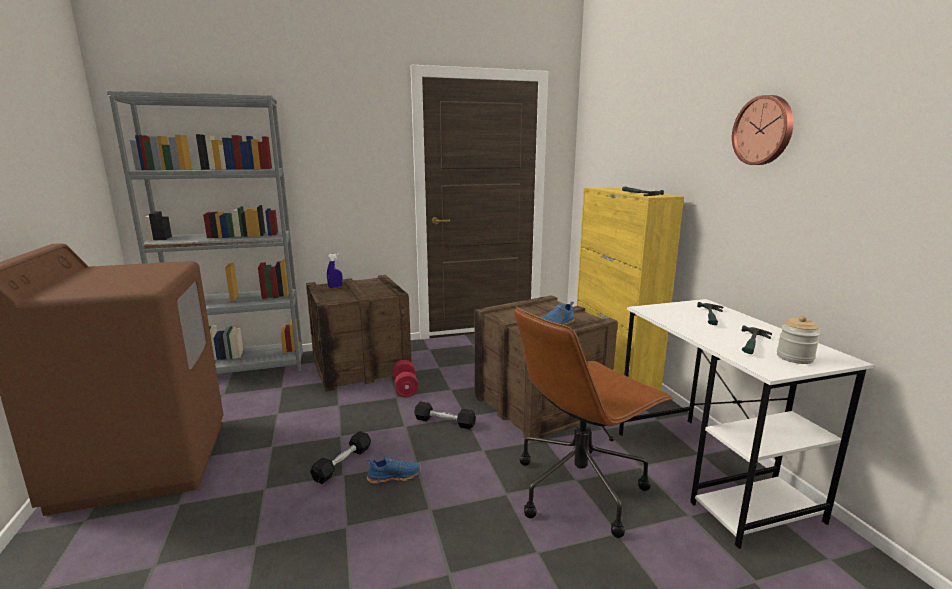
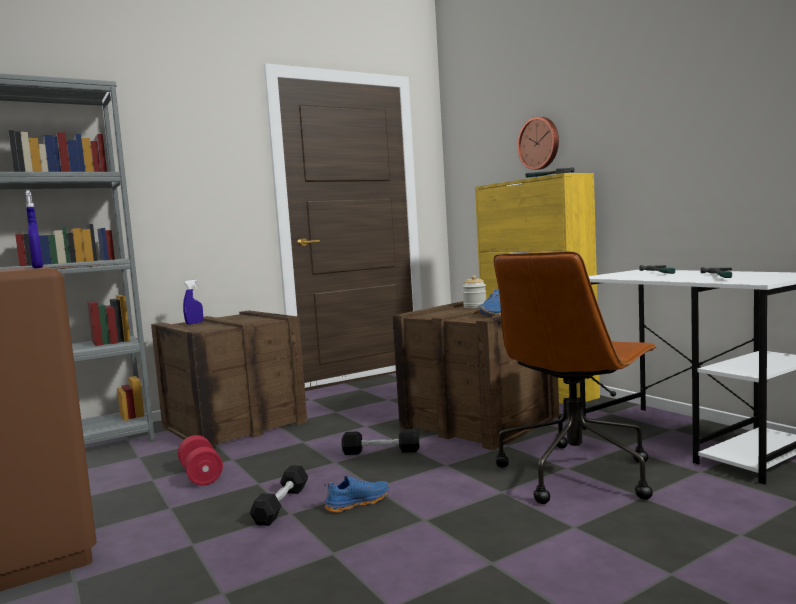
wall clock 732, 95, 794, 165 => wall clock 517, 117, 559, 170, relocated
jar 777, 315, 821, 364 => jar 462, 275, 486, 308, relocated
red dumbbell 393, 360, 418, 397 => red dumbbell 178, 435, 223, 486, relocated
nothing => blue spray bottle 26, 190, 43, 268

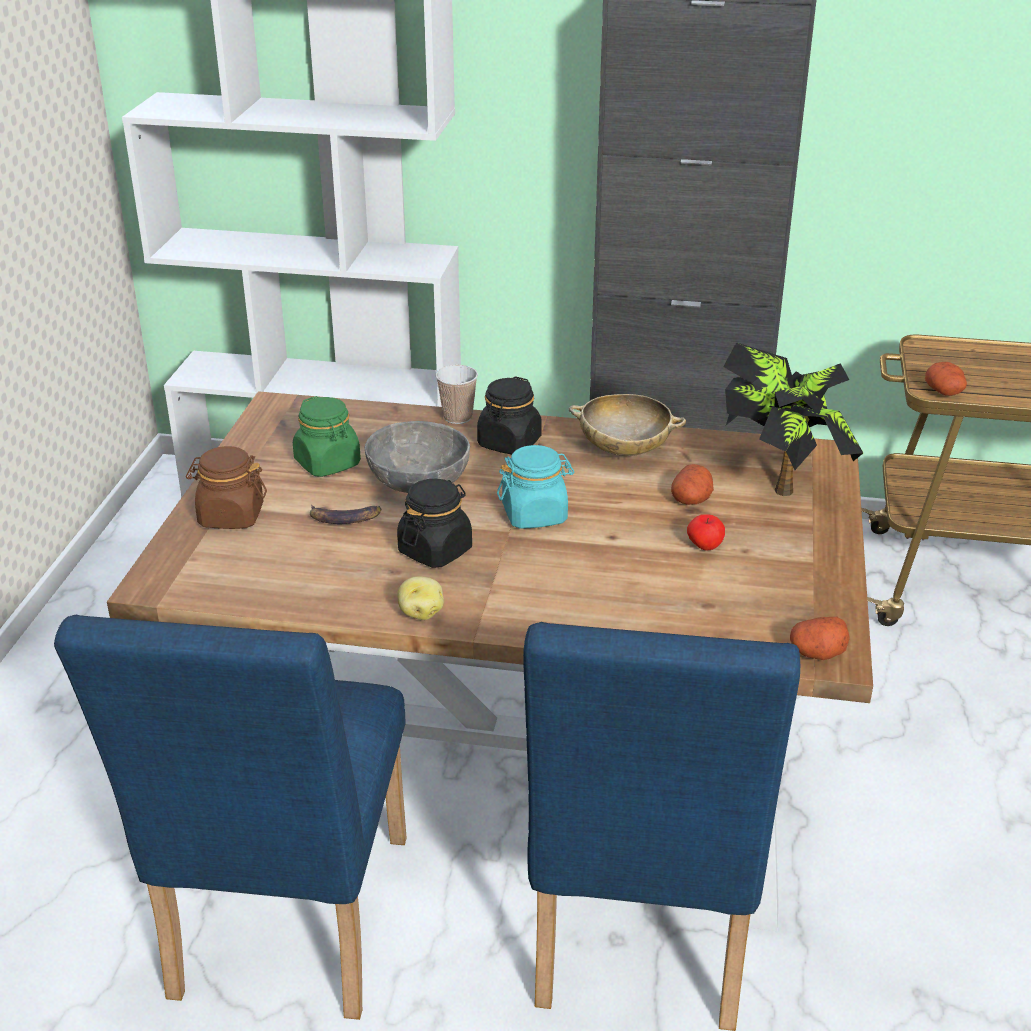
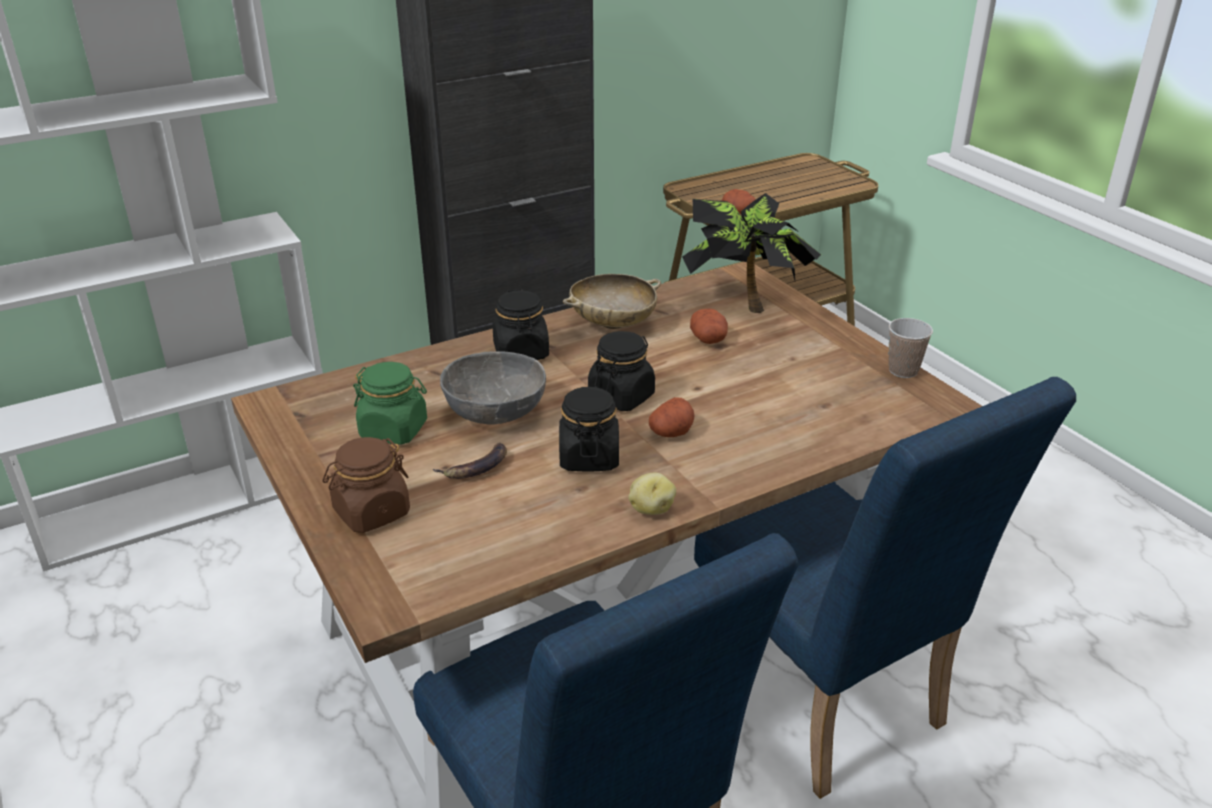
cup 436, 365, 478, 424 => cup 889, 318, 933, 378, relocated
turquoise jar 497, 445, 574, 529 => black jar 588, 331, 655, 411
apple 687, 514, 725, 551 => nothing
potato 790, 617, 850, 660 => potato 649, 397, 694, 437, relocated

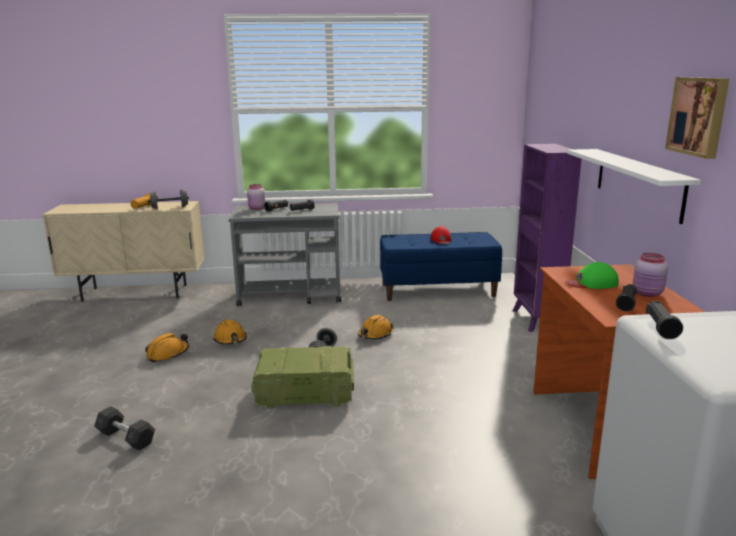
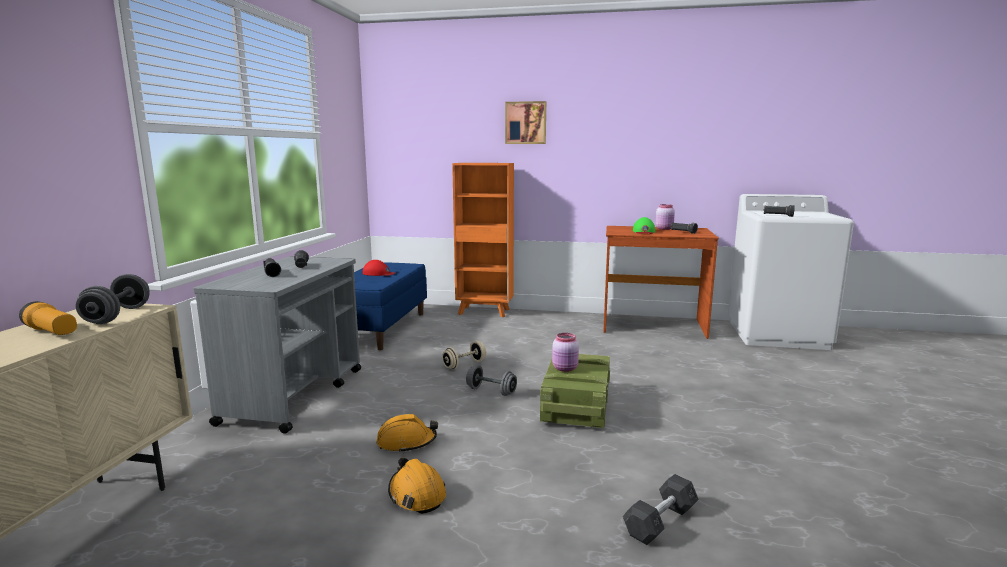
picture 665, 77, 729, 159 => picture 505, 101, 546, 144, relocated
purple bookcase 513, 144, 582, 332 => orange bookcase 452, 163, 514, 317
white shelf 567, 149, 701, 224 => nothing
pink jar 247, 184, 266, 210 => pink jar 552, 333, 579, 372, relocated
orange hard hat 358, 315, 394, 339 => beige dumbbell 442, 341, 486, 369

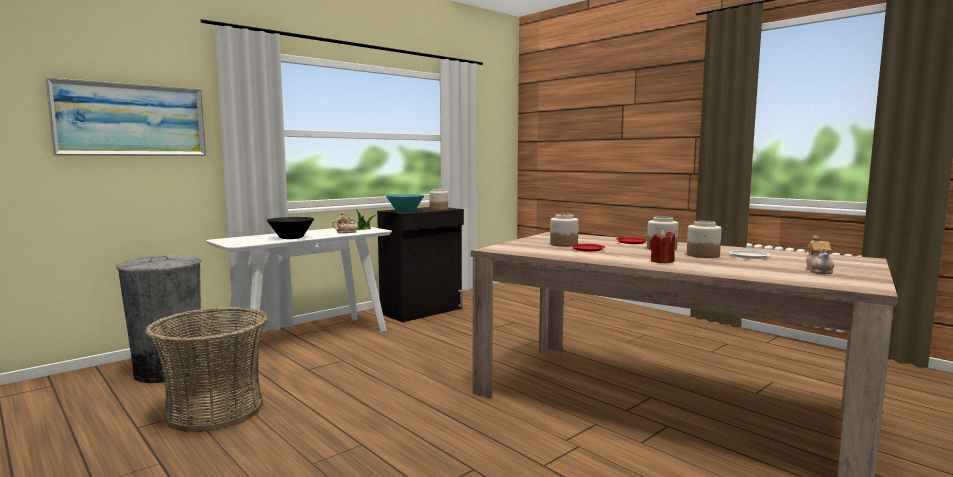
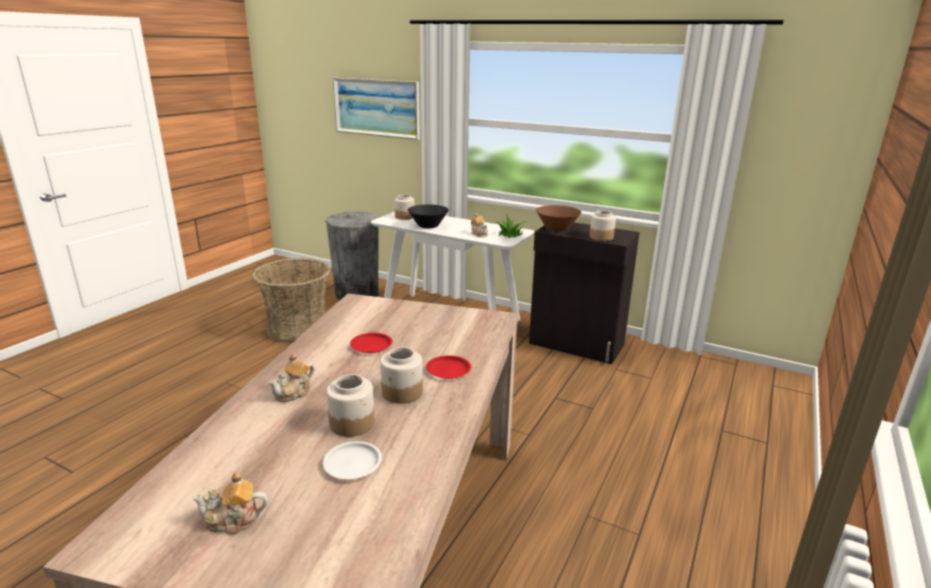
turquoise bowl 386, 194, 425, 212 => brown bowl 536, 205, 581, 232
jar 550, 214, 579, 247 => jar 394, 195, 414, 220, relocated
red candle 650, 230, 675, 263 => teapot 268, 354, 314, 402

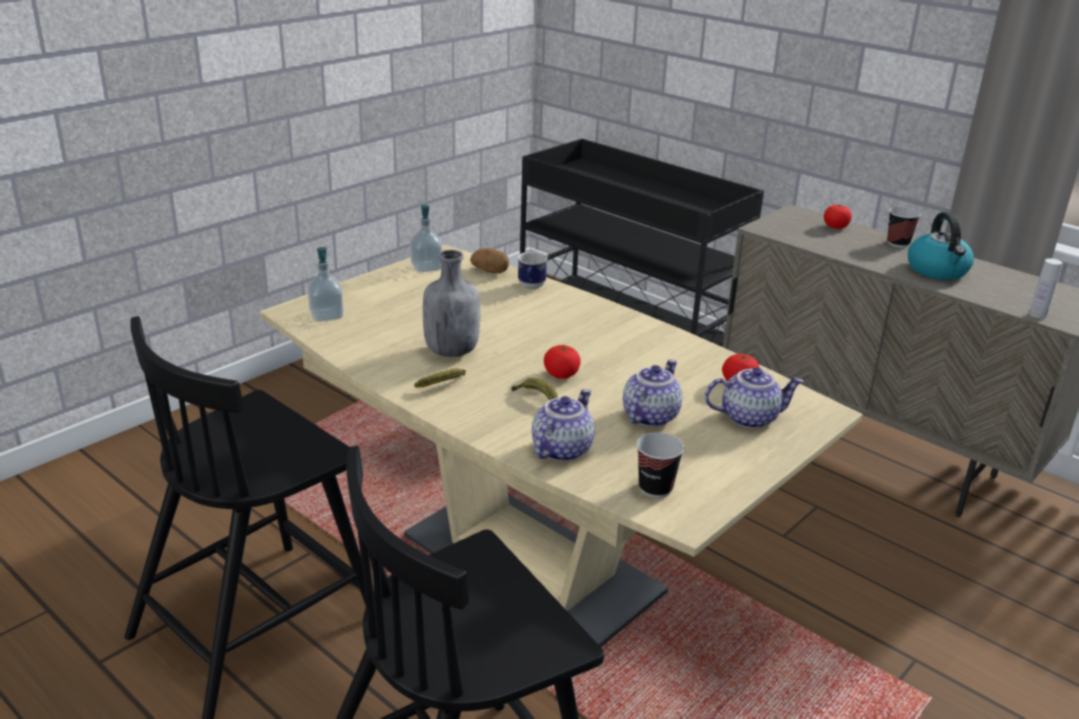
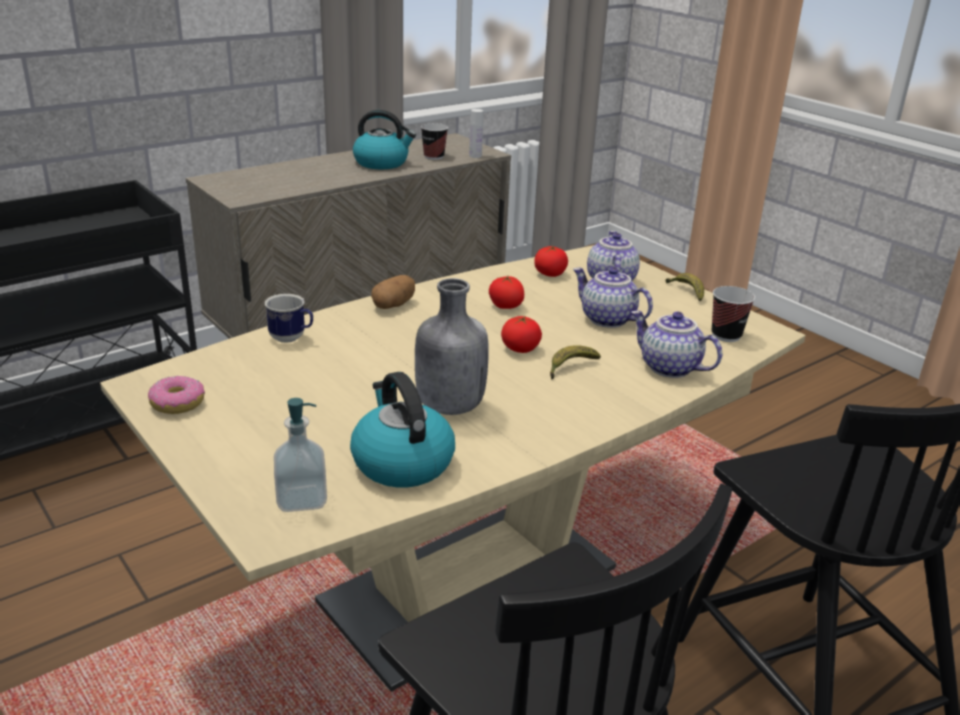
tomato 824, 204, 852, 229 => tomato 489, 276, 524, 309, relocated
soap dispenser 410, 205, 442, 273 => donut 148, 376, 205, 414
cup 887, 207, 921, 248 => cup 421, 123, 448, 160, relocated
potato 470, 248, 509, 273 => potato 371, 275, 415, 309, relocated
banana 414, 369, 466, 388 => banana 665, 273, 704, 301, relocated
nothing => kettle 350, 372, 455, 488

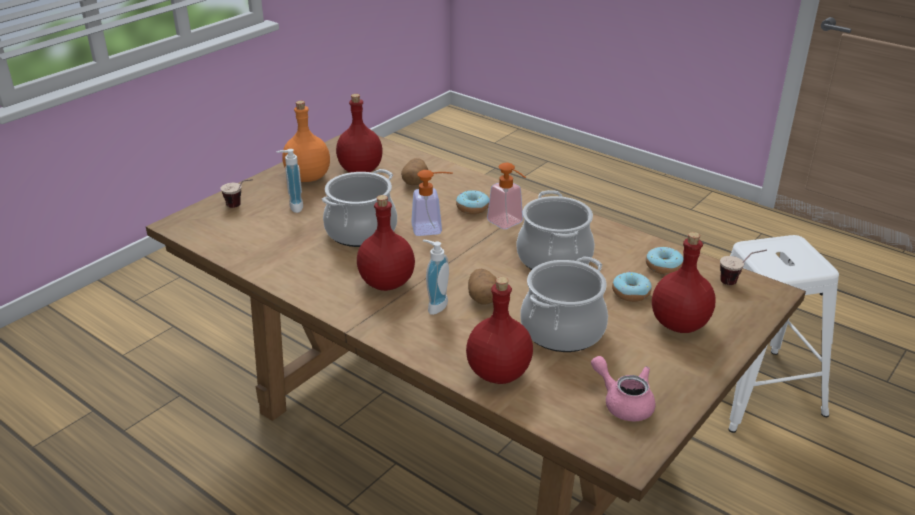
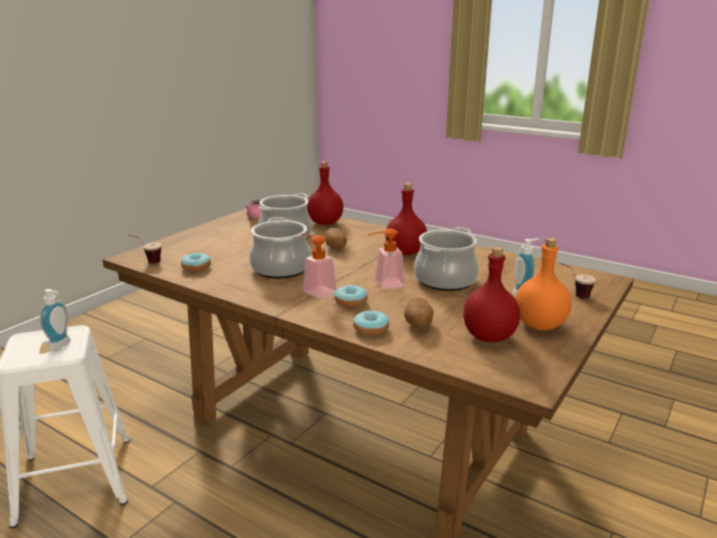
red bottle 652, 232, 716, 333 => nothing
soap dispenser 423, 240, 449, 315 => soap dispenser 40, 289, 71, 351, relocated
donut 612, 271, 652, 302 => donut 353, 311, 389, 336, relocated

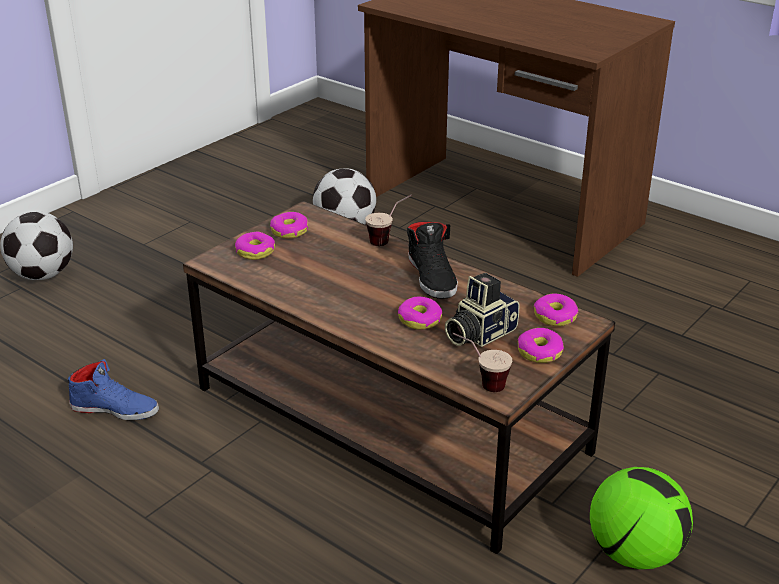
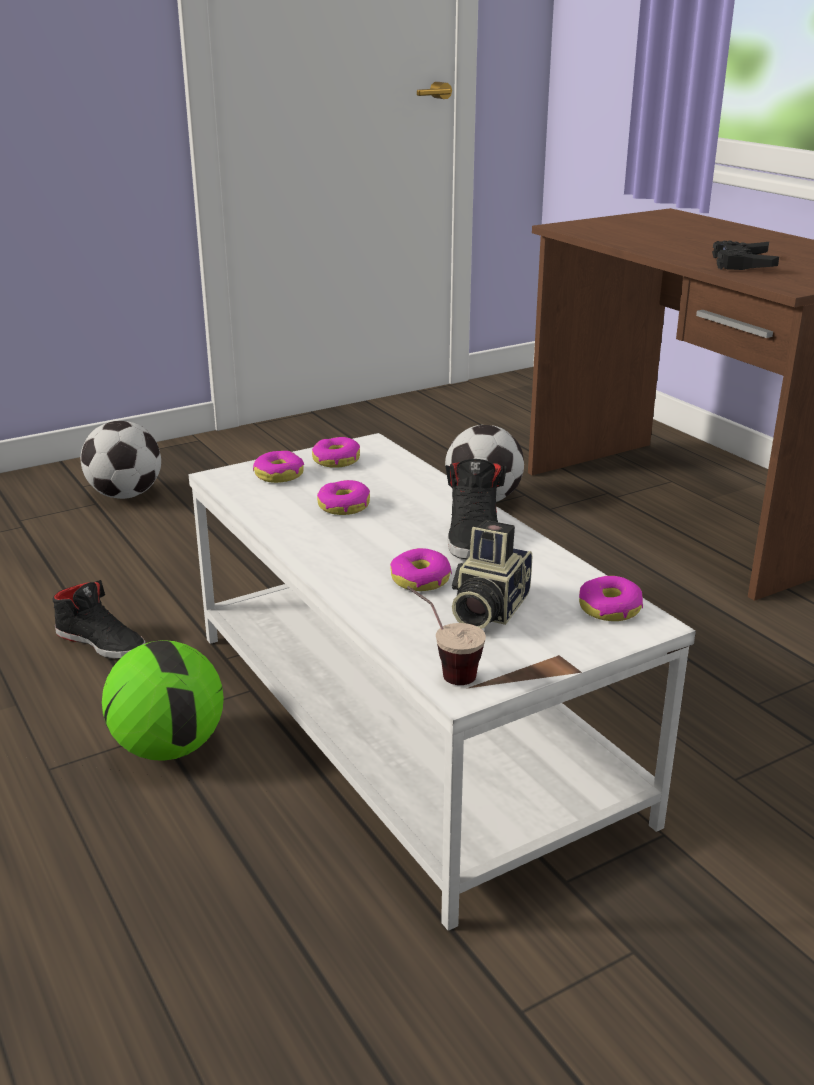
cup 365, 195, 412, 246 => nothing
brown coffee table 183, 201, 615, 554 => white coffee table 188, 433, 696, 931
photo camera 445, 273, 520, 347 => photo camera 452, 520, 532, 629, 45 degrees counterclockwise
donut 518, 328, 564, 363 => donut 317, 480, 370, 515, relocated
blue shoe 68, 359, 159, 420 => black shoe 52, 580, 146, 659
football 590, 467, 693, 569 => football 102, 640, 224, 761, relocated
nothing => black game controller 712, 240, 779, 270

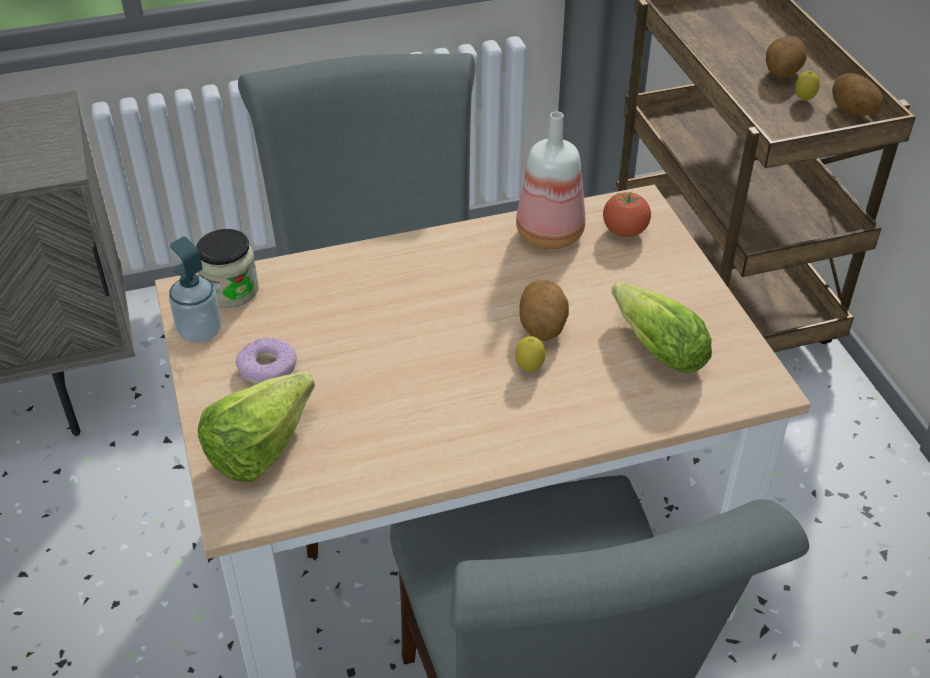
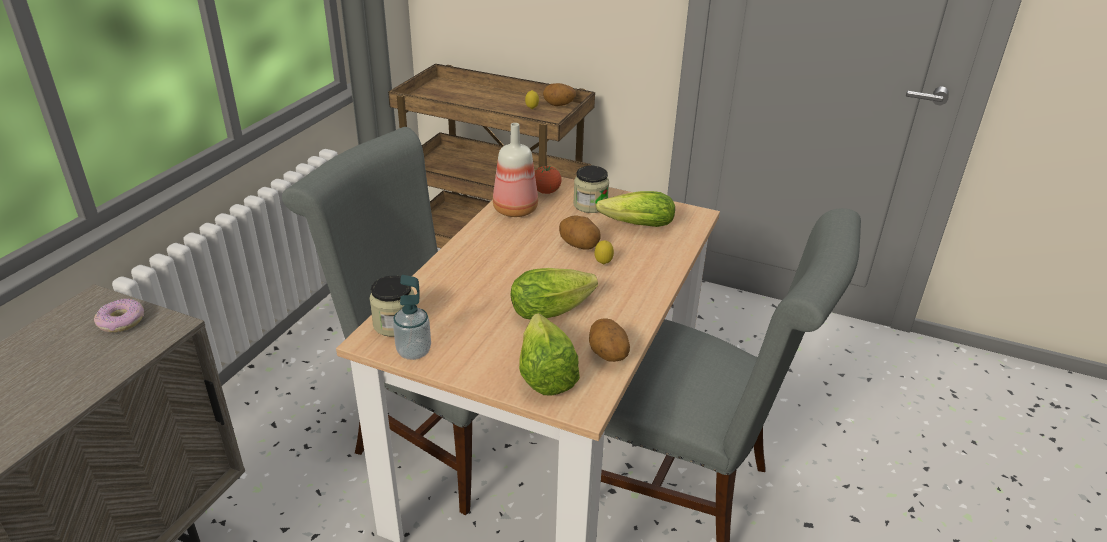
potato 766, 36, 807, 78 => potato 589, 318, 630, 362, relocated
donut 236, 338, 297, 384 => donut 94, 299, 144, 332, relocated
nothing => jar 573, 166, 609, 213
nothing => lettuce 511, 268, 598, 320

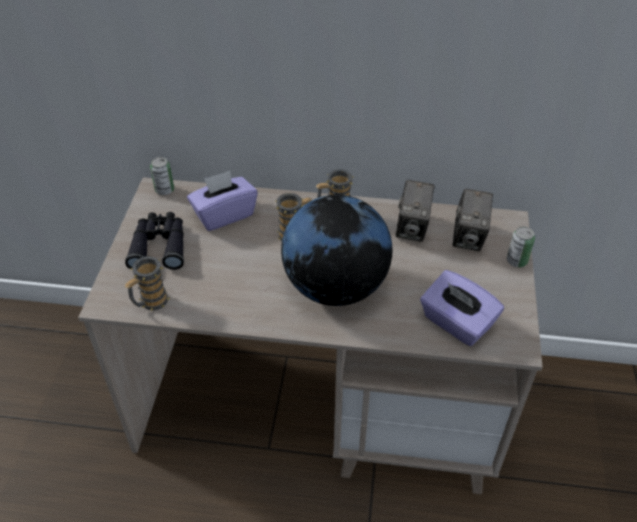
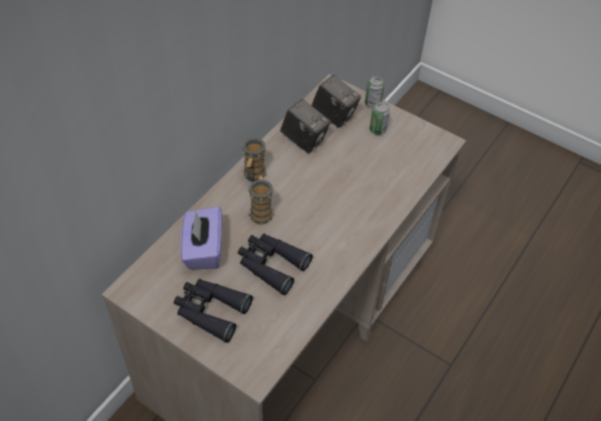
can 150, 157, 174, 195 => can 370, 102, 390, 135, relocated
globe 281, 195, 392, 306 => nothing
mug 124, 256, 170, 311 => nothing
purple tissue box 420, 270, 504, 346 => nothing
nothing => black binoculars 238, 233, 313, 295

